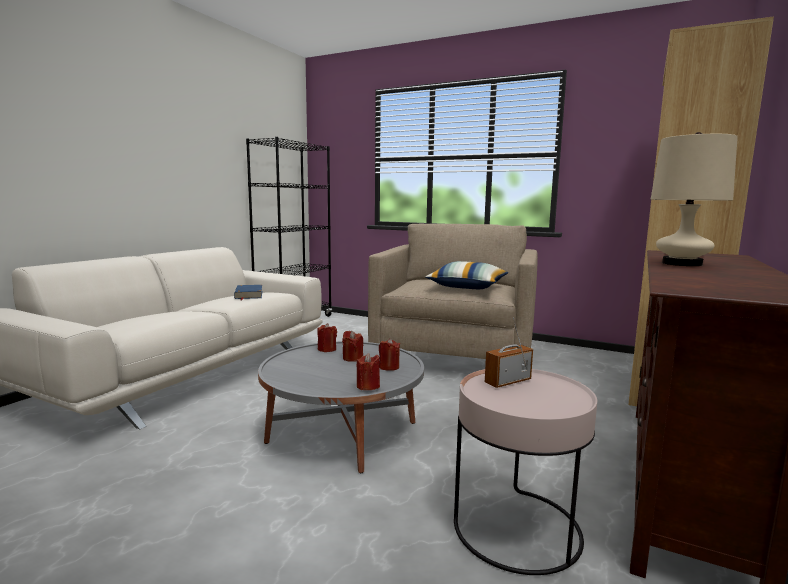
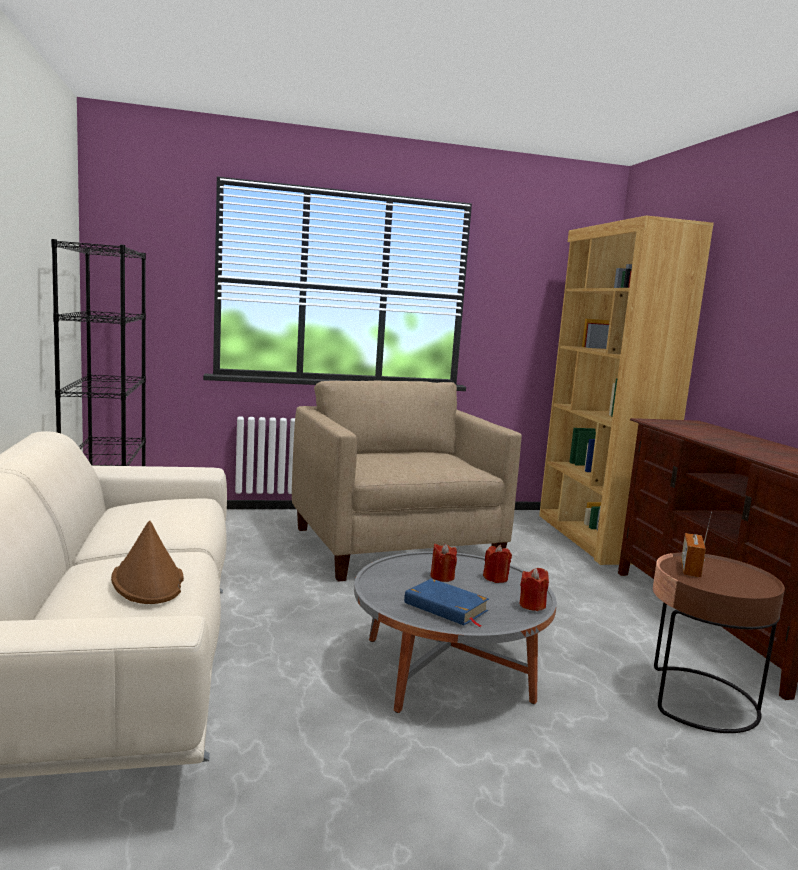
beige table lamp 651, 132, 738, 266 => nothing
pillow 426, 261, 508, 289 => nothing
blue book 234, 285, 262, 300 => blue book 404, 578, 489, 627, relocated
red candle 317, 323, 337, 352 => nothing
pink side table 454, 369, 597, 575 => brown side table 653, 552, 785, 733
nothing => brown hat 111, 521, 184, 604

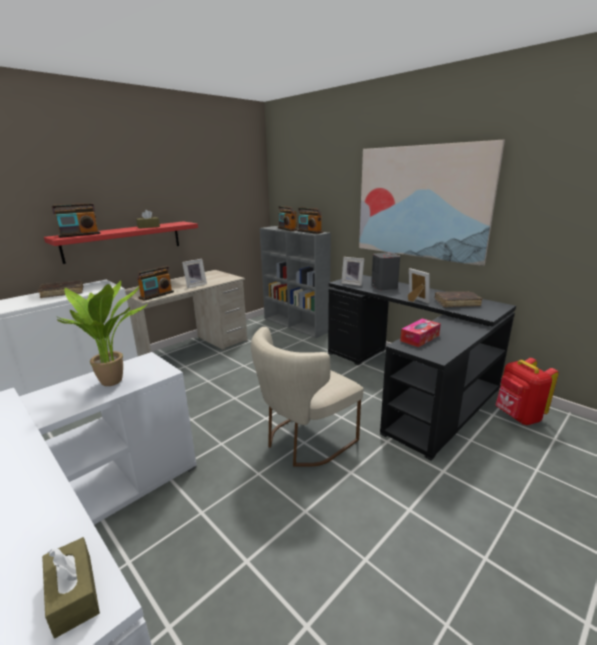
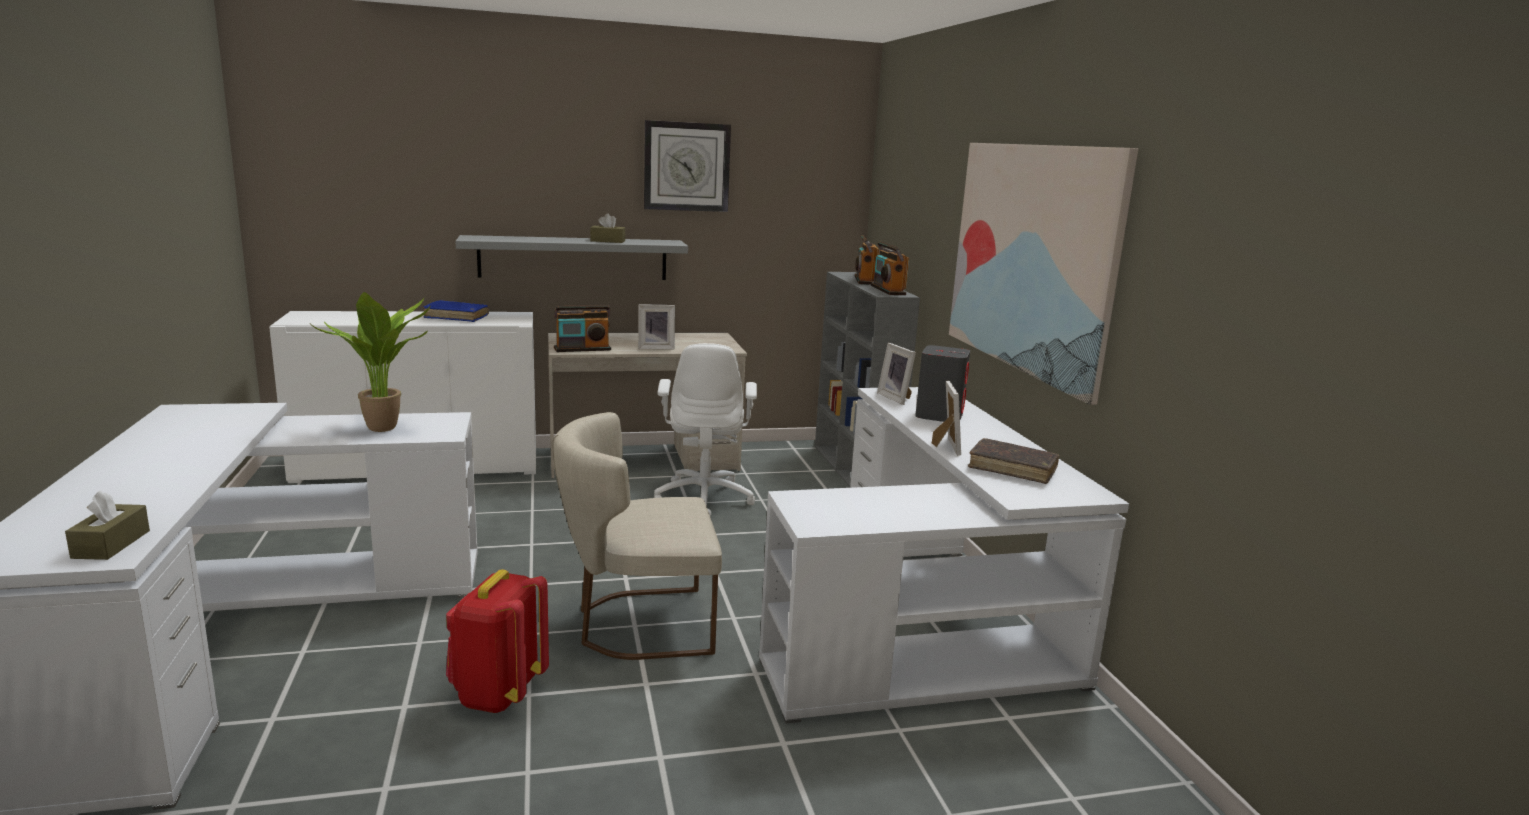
radio 52, 203, 101, 238 => nothing
red shelf 44, 221, 198, 264 => grey shelf 455, 235, 688, 280
black desk 328, 275, 516, 460 => white desk 759, 387, 1129, 723
brown book 38, 281, 83, 298 => blue book 423, 300, 489, 322
tissue box 400, 319, 441, 347 => nothing
red backpack 496, 358, 559, 425 => red backpack 446, 569, 549, 713, relocated
nothing => wall clock 644, 120, 731, 212
nothing => white office chair 654, 343, 757, 516

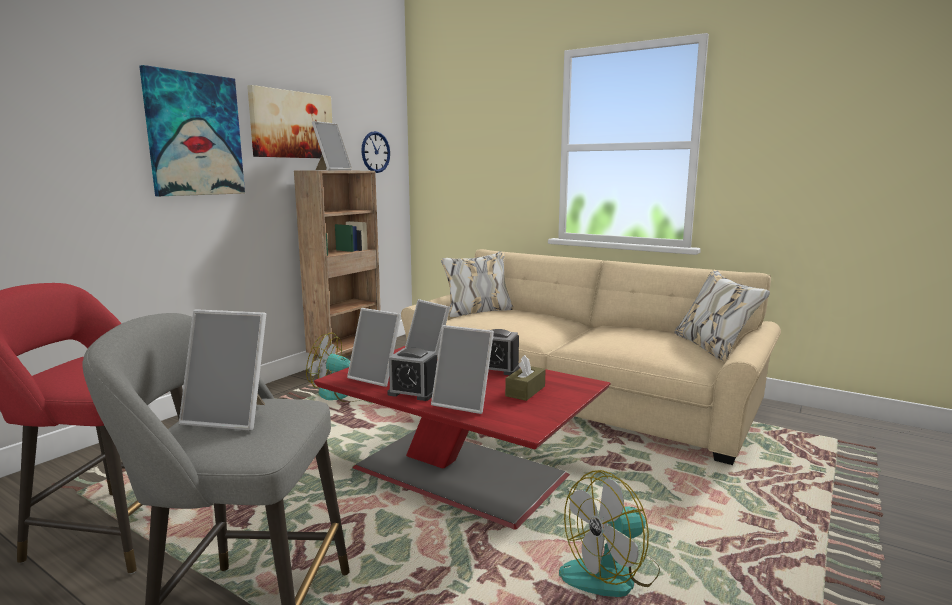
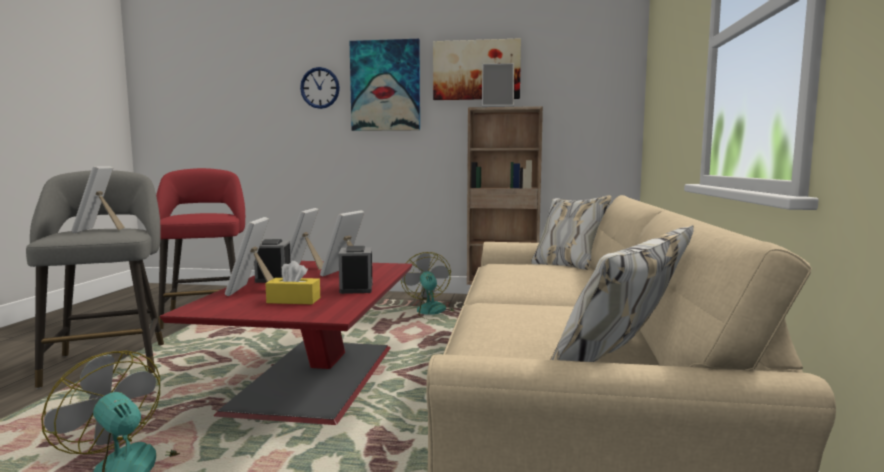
wall clock 361, 131, 390, 173 => wall clock 300, 67, 340, 109, relocated
brown tissue box 505, 355, 546, 401 => yellow tissue box 265, 261, 320, 304

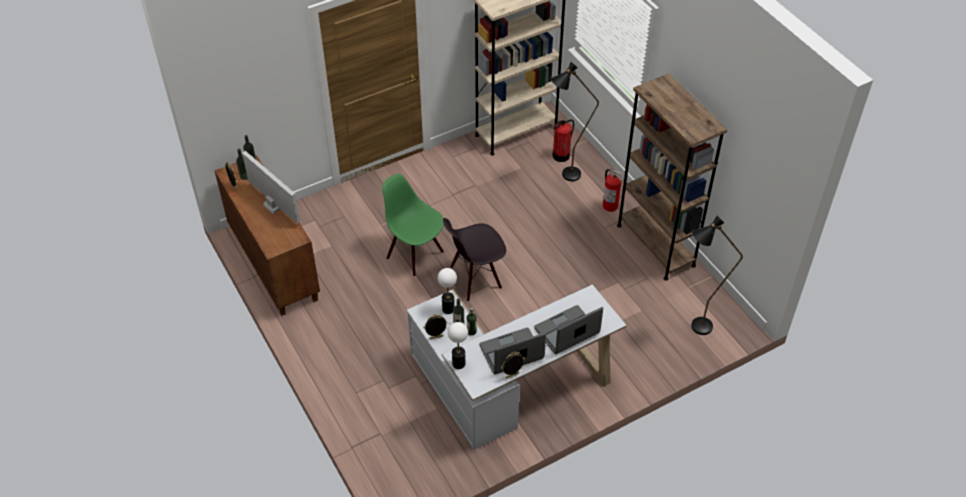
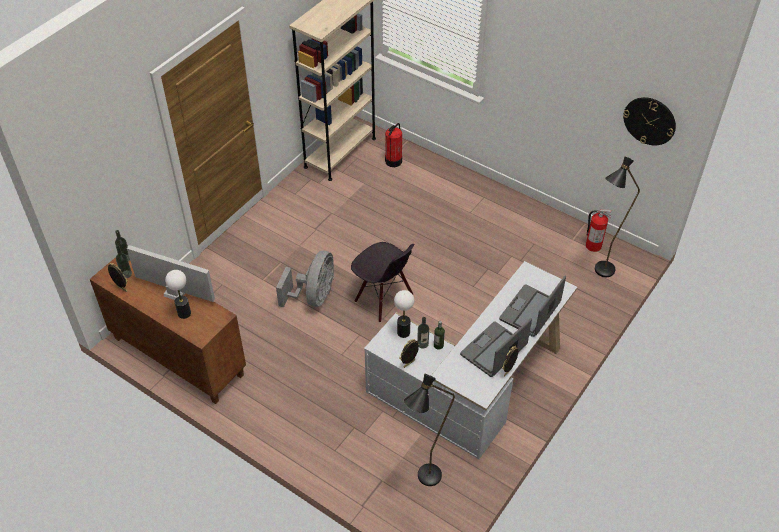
black floor lamp 551, 62, 599, 181 => black floor lamp 404, 374, 455, 486, relocated
brown bookcase 617, 74, 727, 281 => nothing
fire extinguisher 603, 169, 623, 212 => fire extinguisher 586, 209, 611, 252, relocated
green chair 382, 174, 444, 277 => grey fan 276, 251, 334, 308
black chair 443, 218, 506, 301 => black chair 351, 242, 415, 322, 90 degrees counterclockwise
table lamp 448, 322, 468, 369 => table lamp 165, 270, 191, 319, relocated
nothing => wall clock 623, 97, 676, 145

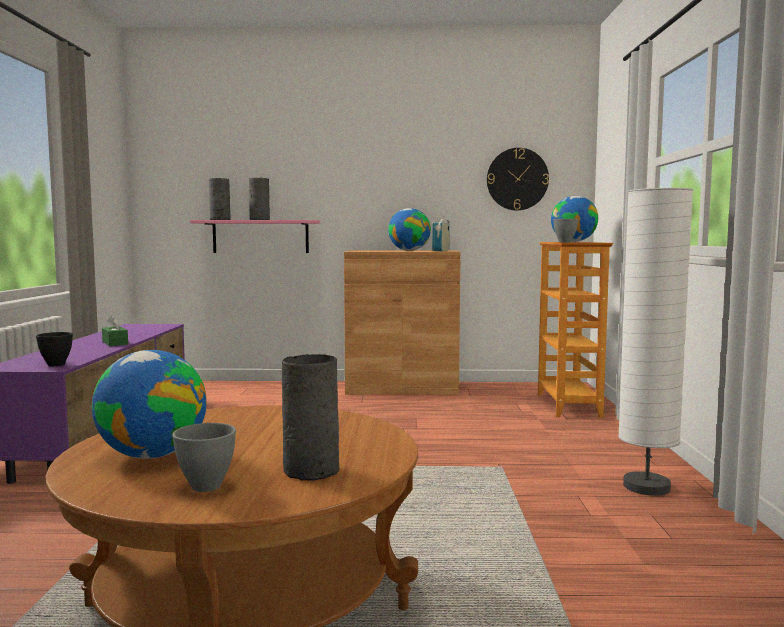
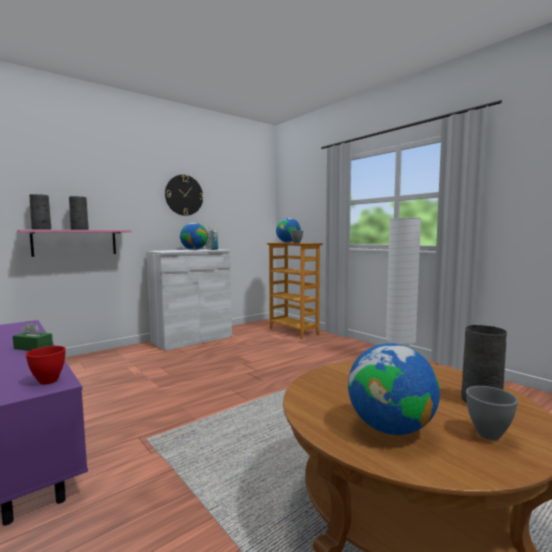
wall clock 487, 148, 549, 210 => wall clock 165, 175, 203, 216, relocated
brown cabinet 344, 250, 461, 395 => white cabinet 146, 249, 232, 351
black bowl 36, 332, 73, 366 => red bowl 26, 346, 66, 385

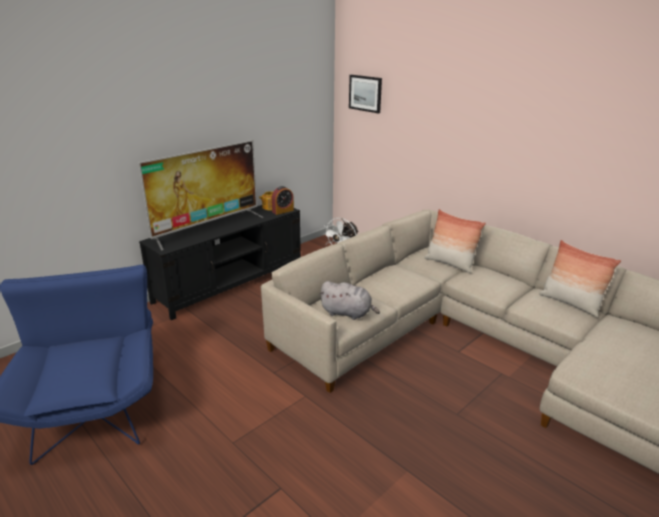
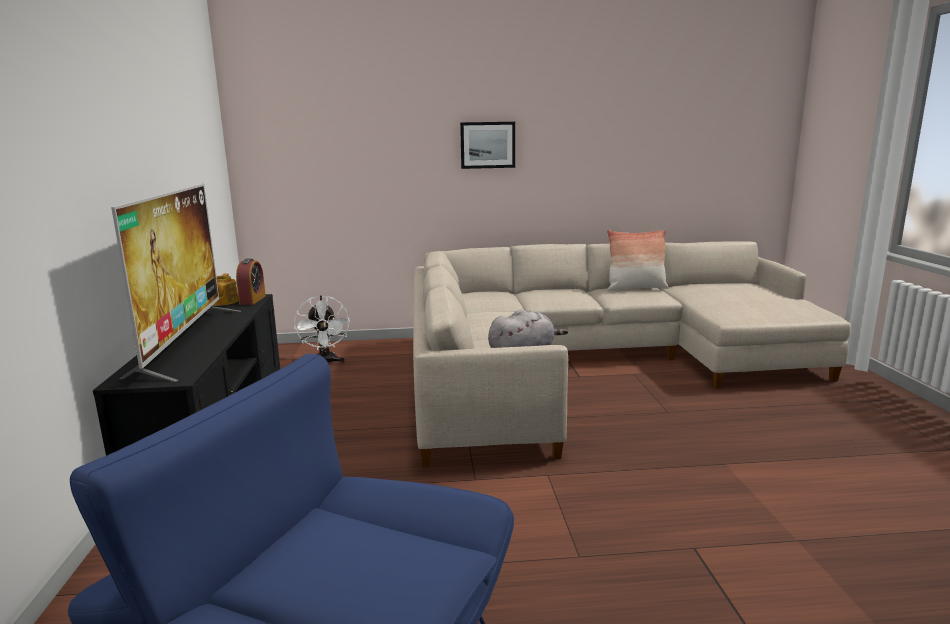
picture 349, 75, 382, 113 => picture 460, 122, 515, 169, relocated
pillow 424, 209, 486, 273 => nothing

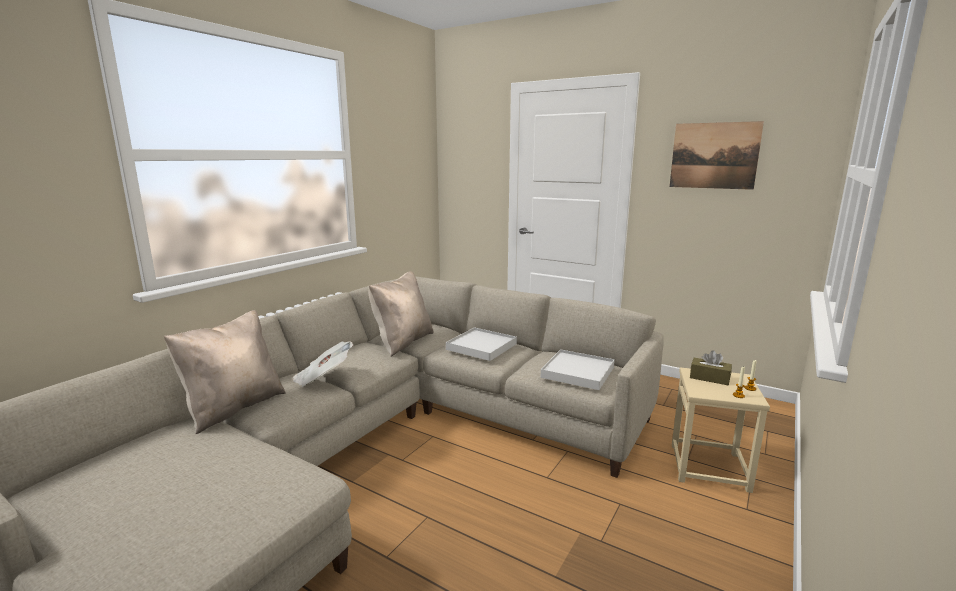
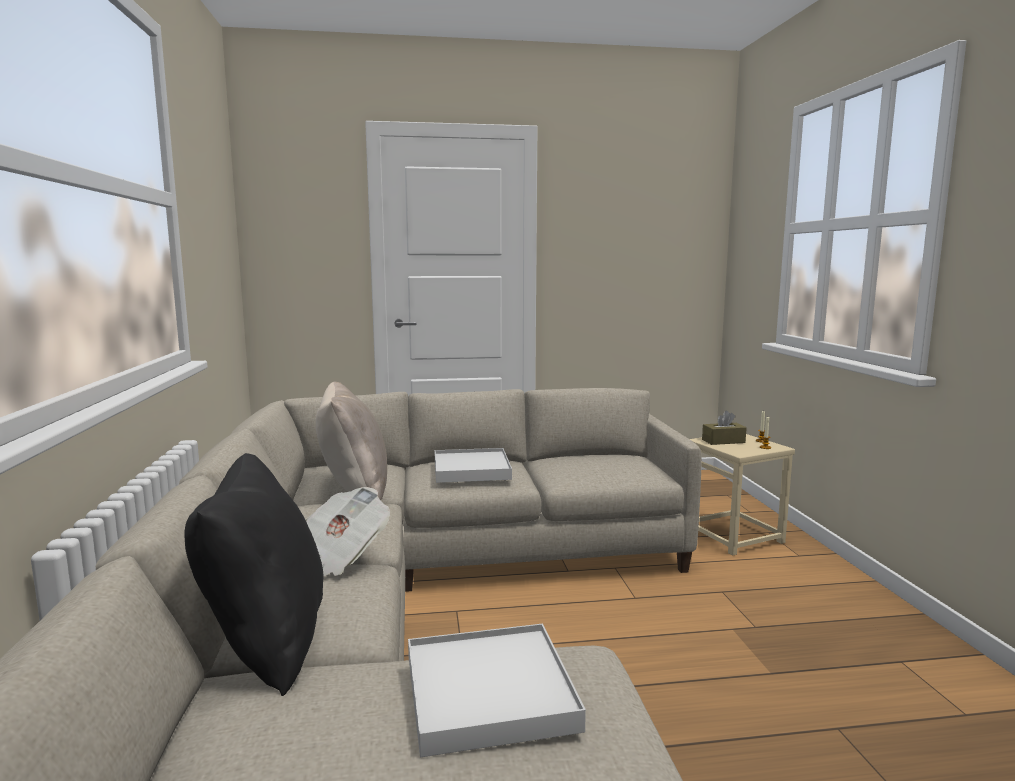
picture 670, 121, 764, 190 => nothing
beige pillow 164, 310, 286, 434 => black pillow 184, 453, 323, 696
white tray 540, 349, 615, 390 => white tray 408, 624, 586, 757, relocated

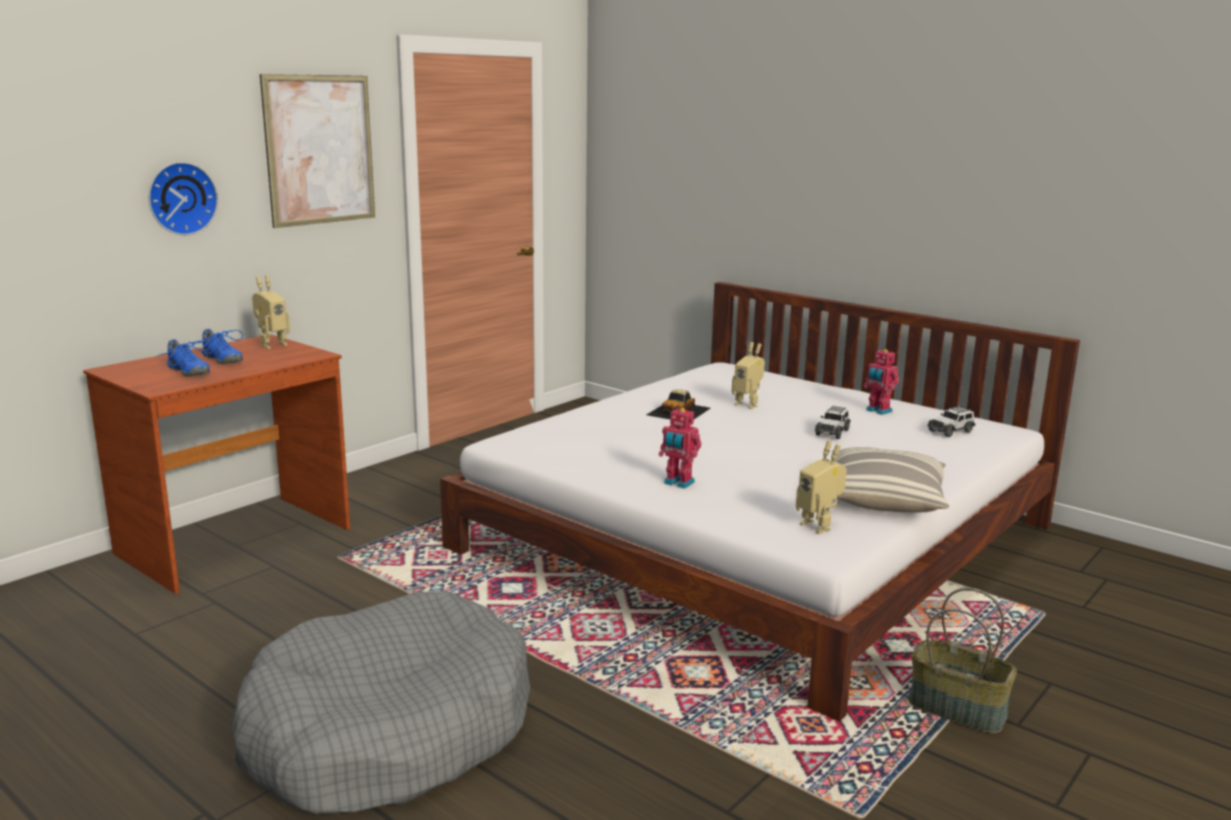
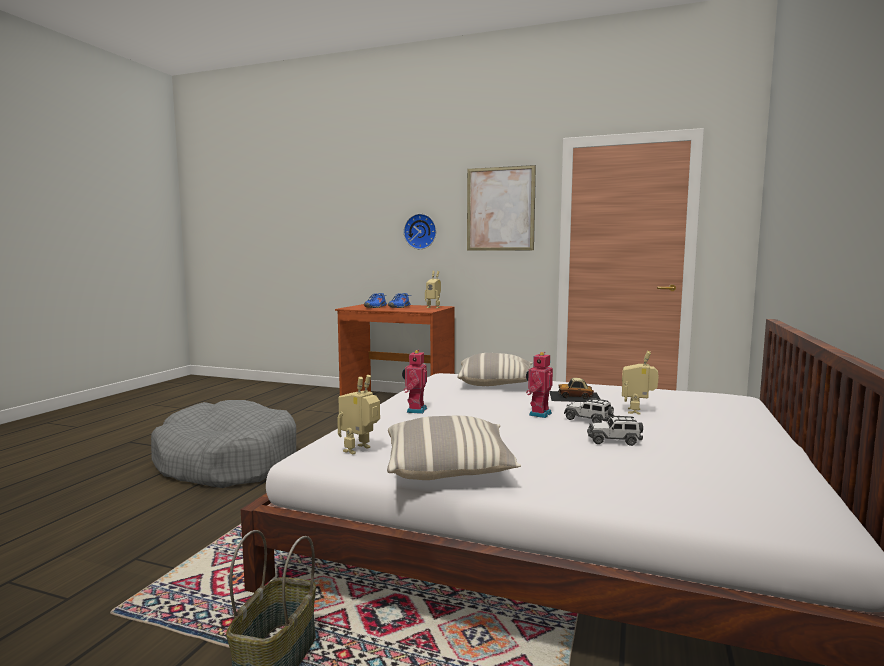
toy robot 864, 348, 899, 415 => toy robot 526, 352, 553, 418, relocated
toy car 927, 406, 976, 437 => toy car 564, 398, 614, 423, relocated
nothing => pillow 457, 353, 532, 386

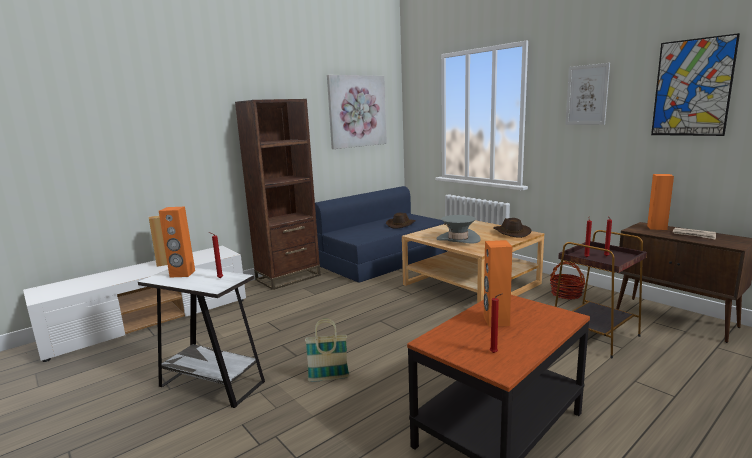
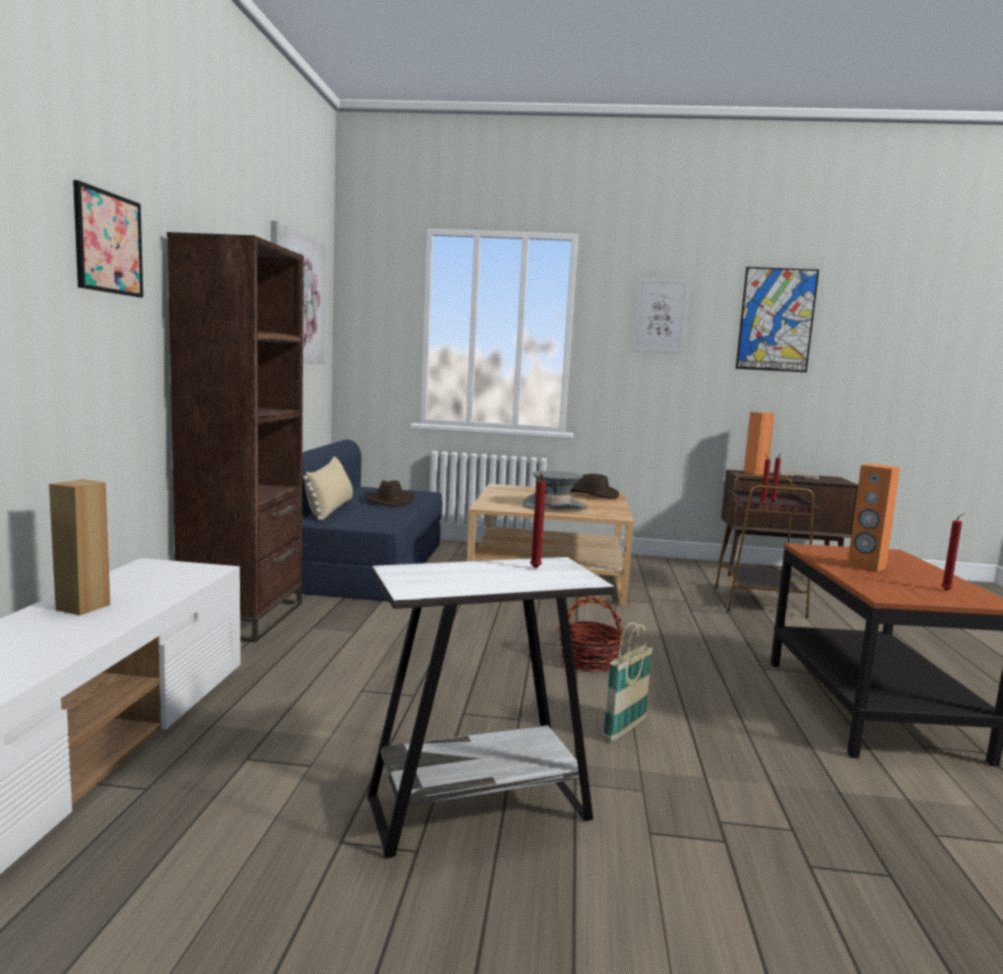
orange speaker 159, 207, 195, 278 => nothing
basket 550, 261, 585, 299 => basket 557, 596, 623, 672, relocated
nothing => picture 73, 180, 143, 298
nothing => beige pillow 303, 456, 353, 521

